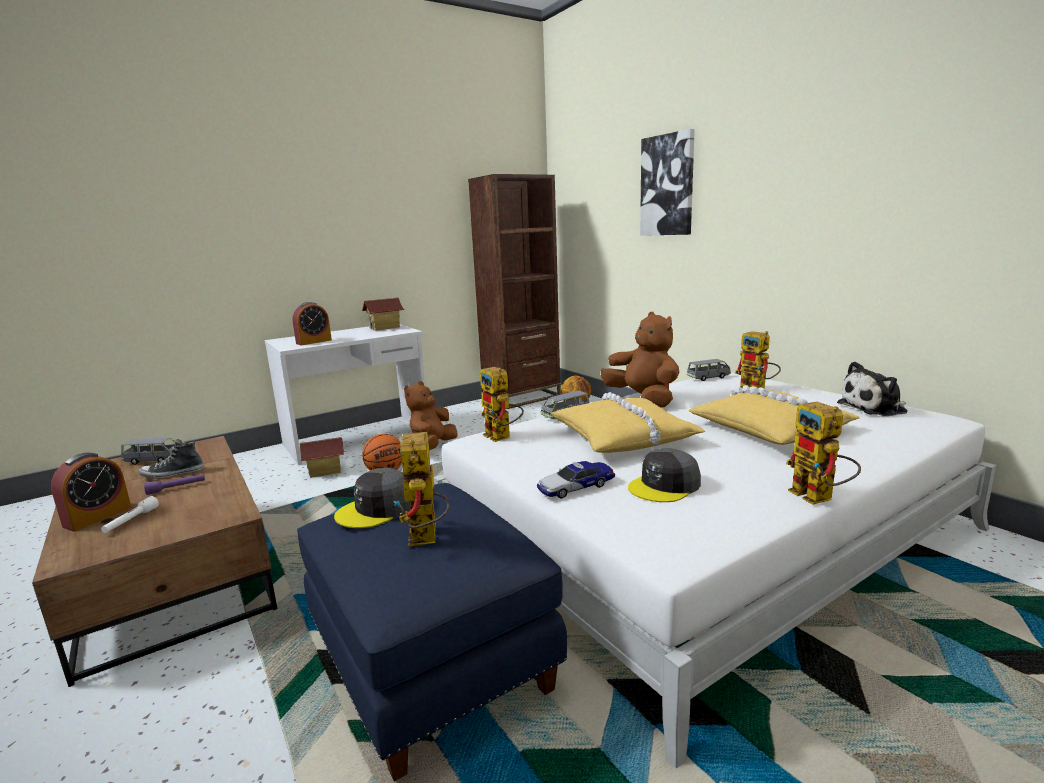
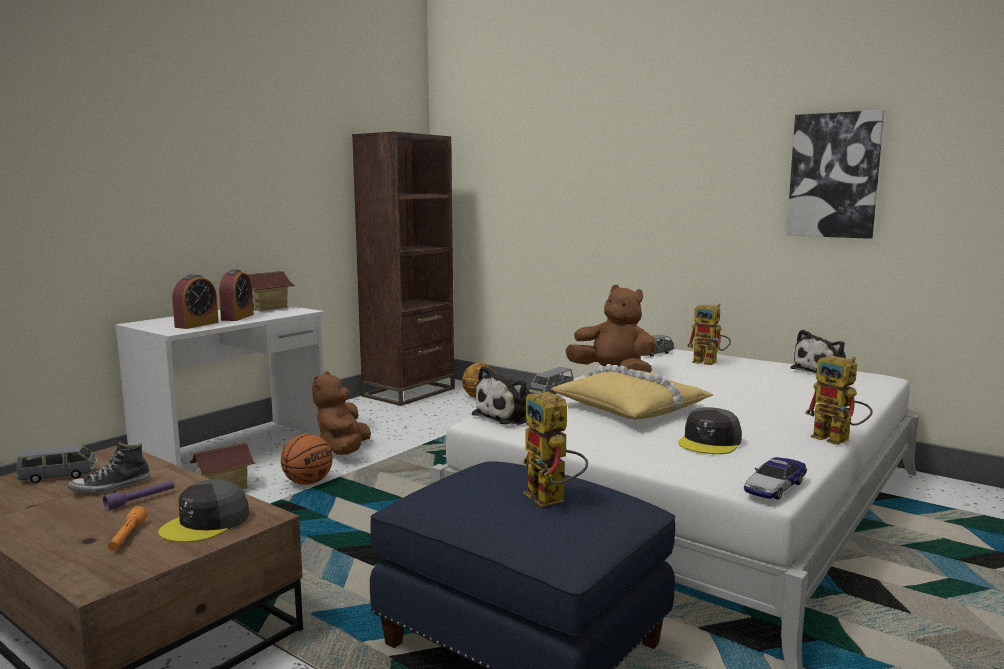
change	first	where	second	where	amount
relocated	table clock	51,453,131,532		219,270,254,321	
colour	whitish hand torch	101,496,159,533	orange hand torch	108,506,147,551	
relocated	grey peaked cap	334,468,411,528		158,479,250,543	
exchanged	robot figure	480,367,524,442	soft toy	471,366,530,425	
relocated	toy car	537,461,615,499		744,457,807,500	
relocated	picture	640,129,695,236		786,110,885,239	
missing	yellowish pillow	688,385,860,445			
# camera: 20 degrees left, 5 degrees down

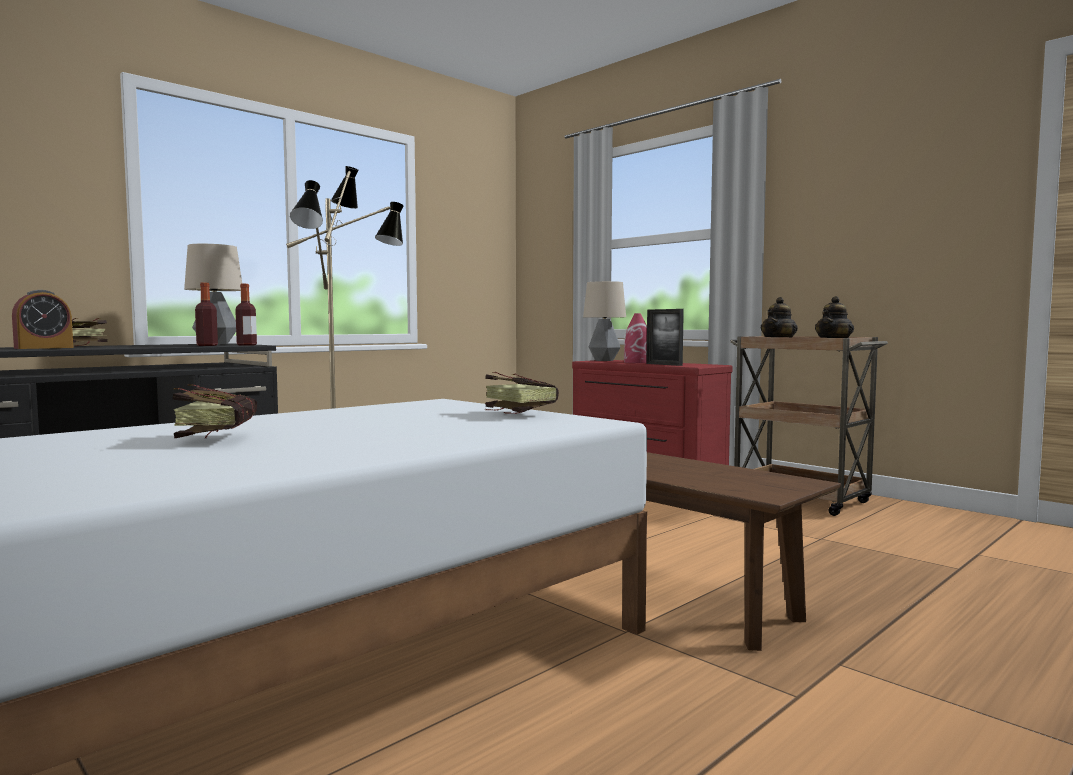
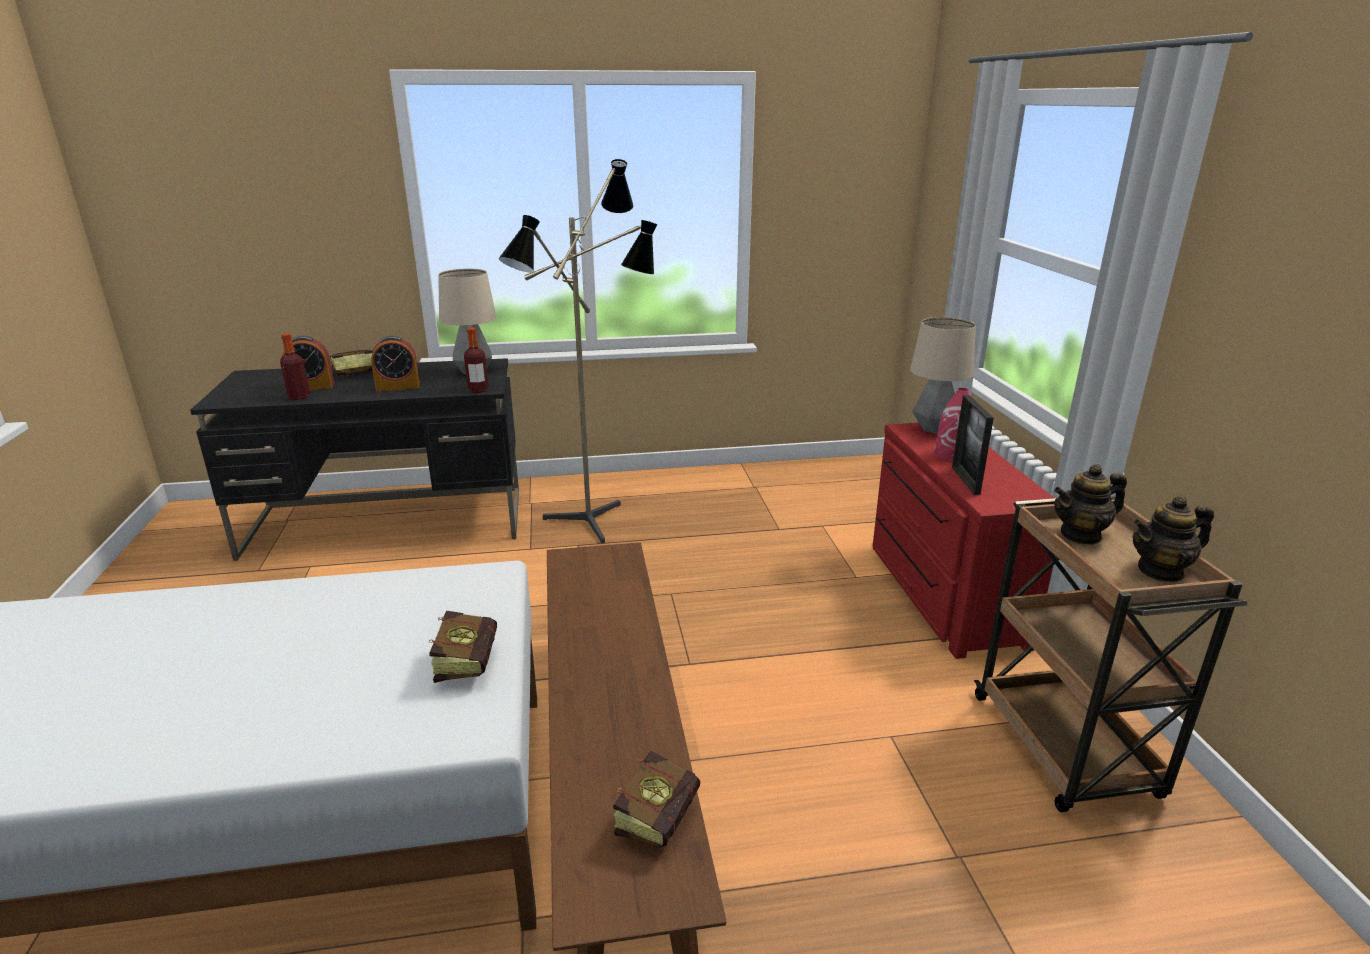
change	first	where	second	where	amount
relocated	book	172,384,257,439		613,751,700,848	
relocated	bottle	195,283,218,346		280,333,310,400	
appeared			table clock	371,336,420,391	
# camera: 35 degrees right, 20 degrees up

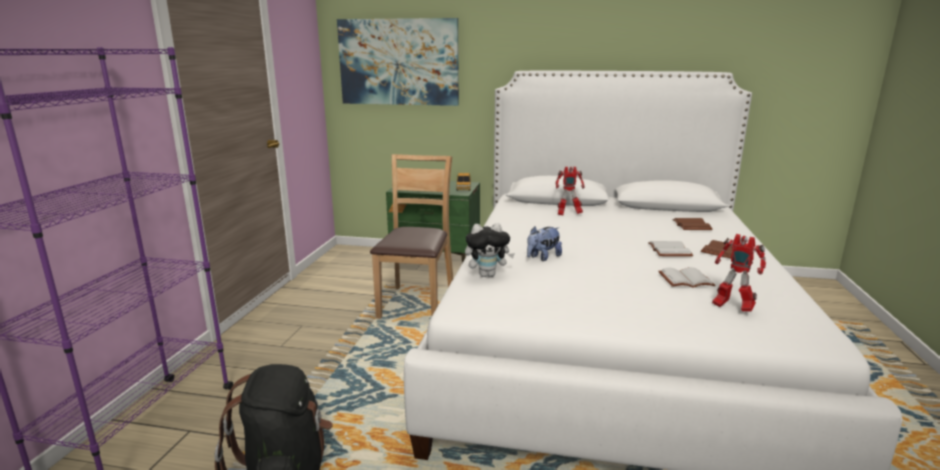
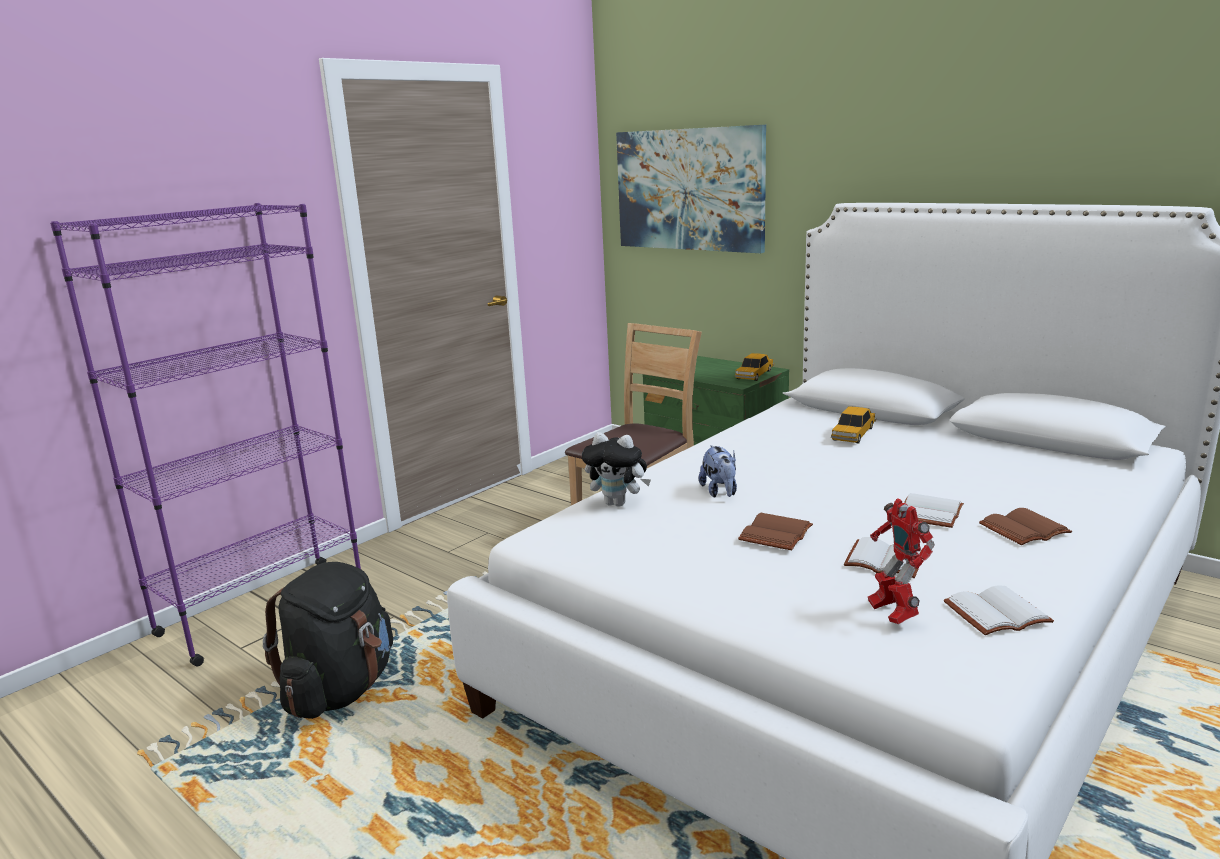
change	first	where	second	where	amount
spun	soft toy	527,226,562,261		699,445,737,498	90 degrees counterclockwise
exchanged	robot figure	556,167,585,215	toy car	831,406,876,444	
relocated	brown book	672,218,713,230		738,513,813,550	
appeared			whitish book	944,585,1054,635	
# camera: 30 degrees right, 0 degrees up

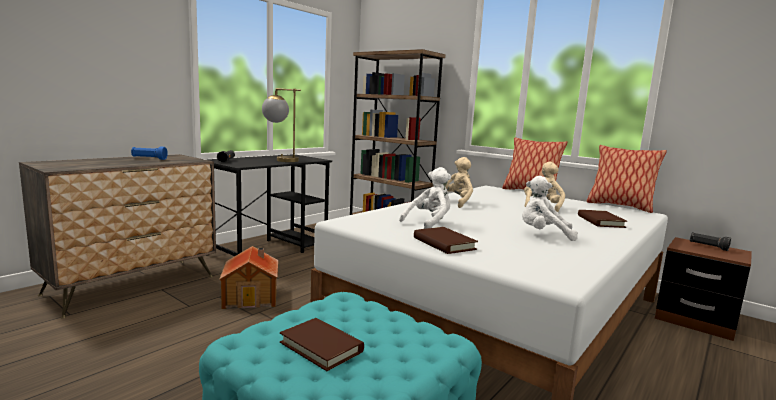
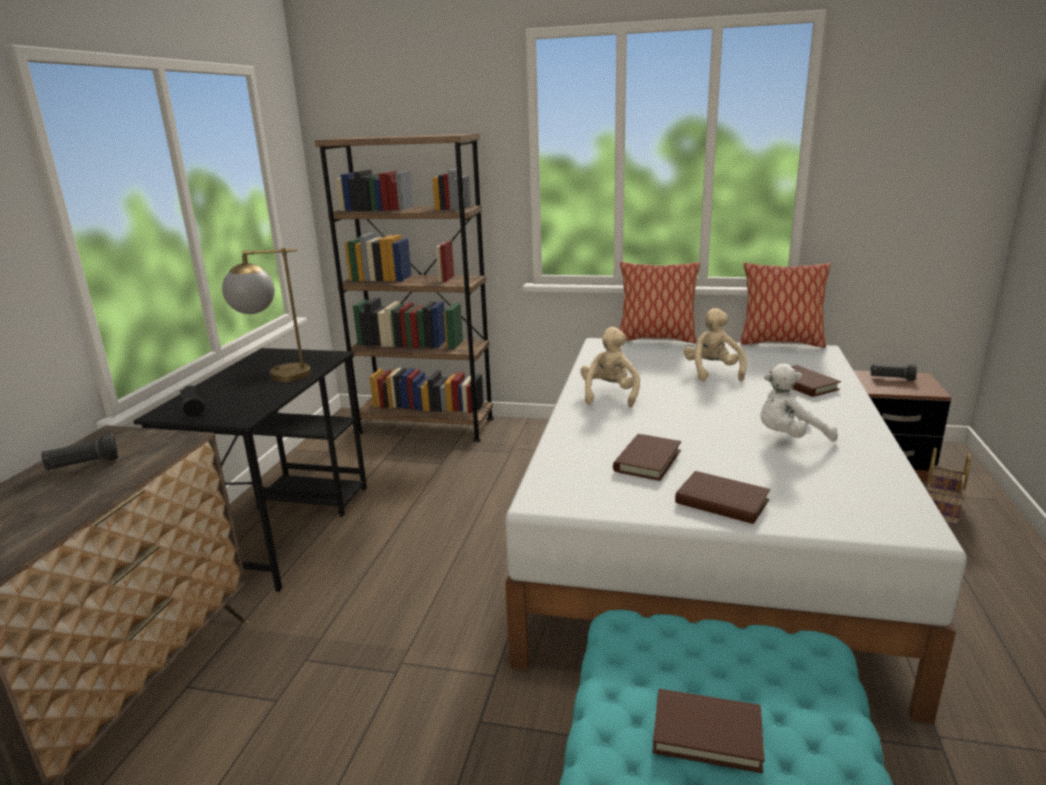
change	first	where	second	where	amount
colour	bluish hand torch	131,147,168,160	black hand torch	42,434,118,470	
missing	toy house	220,246,278,309			
exchanged	whitish soft toy	399,167,451,229	brown book	613,434,681,481	
appeared			storage basket	926,448,971,525	
# camera: 25 degrees left, 10 degrees up

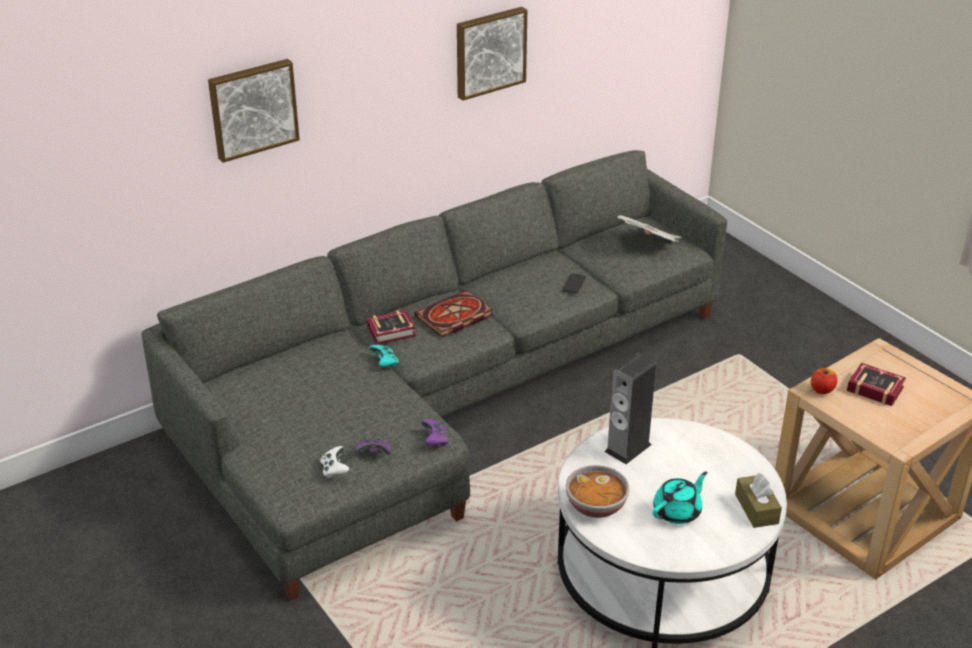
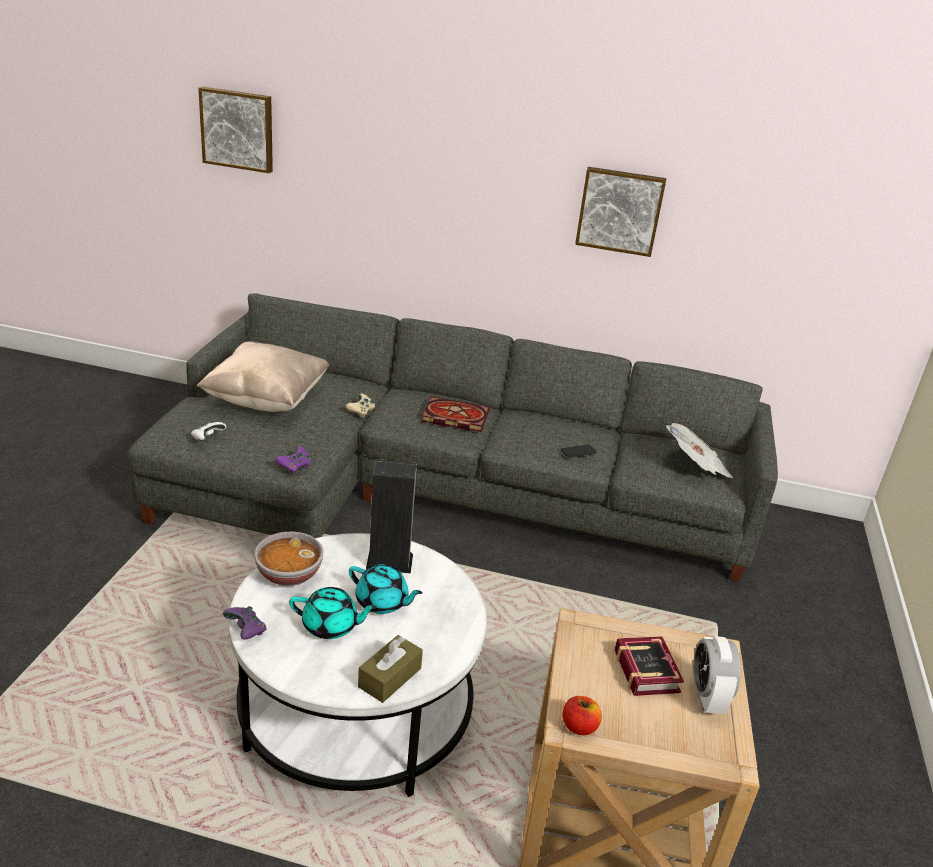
change	first	where	second	where	amount
relocated	picture	208,59,300,163		198,87,273,173	
relocated	purplish joypad	355,437,392,454		223,606,267,640	
missing	book	367,310,417,344			
colour	turquoise-coloured joypad	369,345,399,367	sand-coloured joypad	346,393,375,417	
relocated	whole apple	811,368,837,394		563,696,602,735	
appeared			sand-coloured pillow	196,342,330,412	
appeared			turquoise-coloured tea pot	349,564,423,614	
appeared			table clock	693,636,741,714	
# camera: 45 degrees right, 5 degrees down

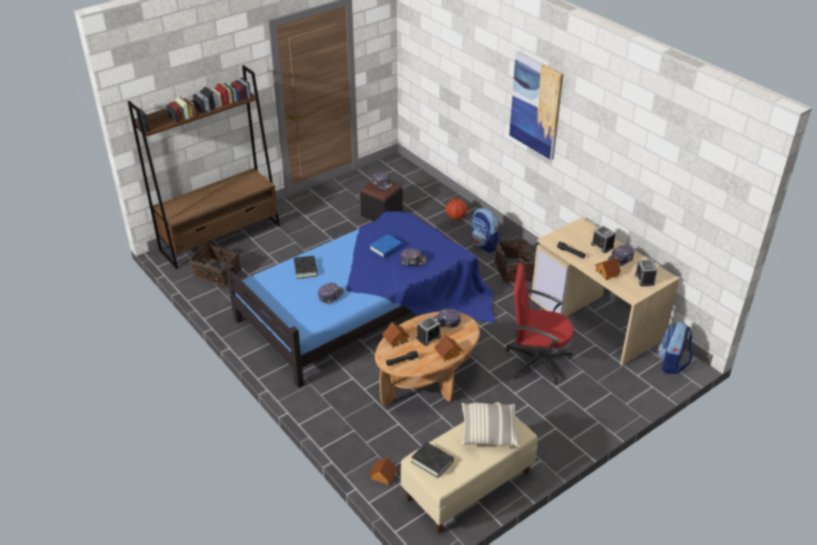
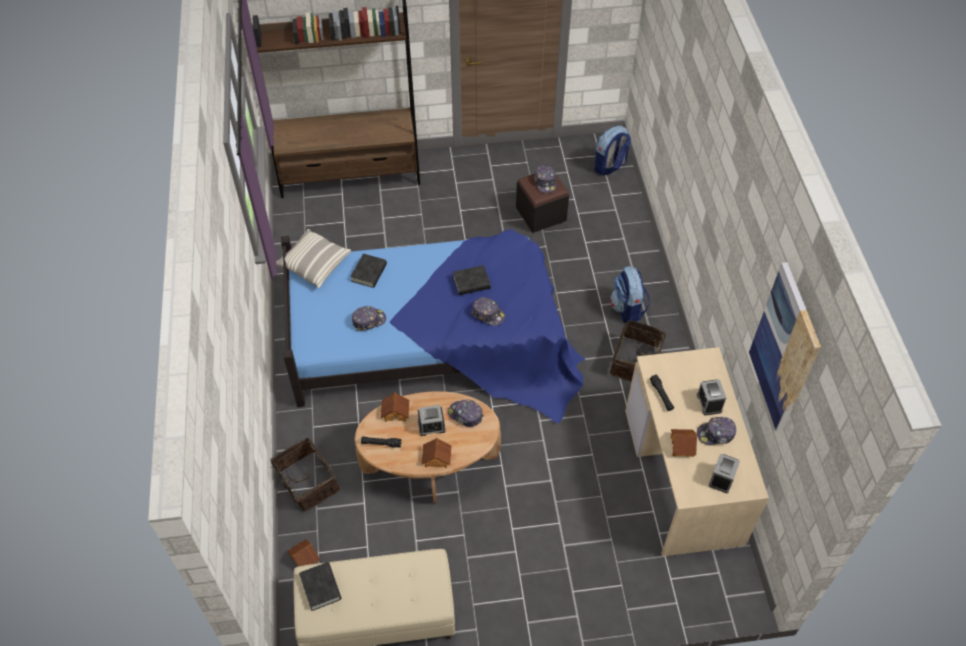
change	first	where	second	where	amount
relocated	storage basket	189,243,242,286		271,438,340,512	
colour	bluish book	370,234,402,258	black book	453,265,491,295	
missing	basketball	446,198,467,220			
relocated	pillow	461,403,520,447		276,229,351,288	
missing	reddish office chair	506,263,574,384			
relocated	picture	509,51,564,160		749,262,821,432	
relocated	backpack	657,322,693,374		595,126,631,176	
# camera: 30 degrees right, 15 degrees up

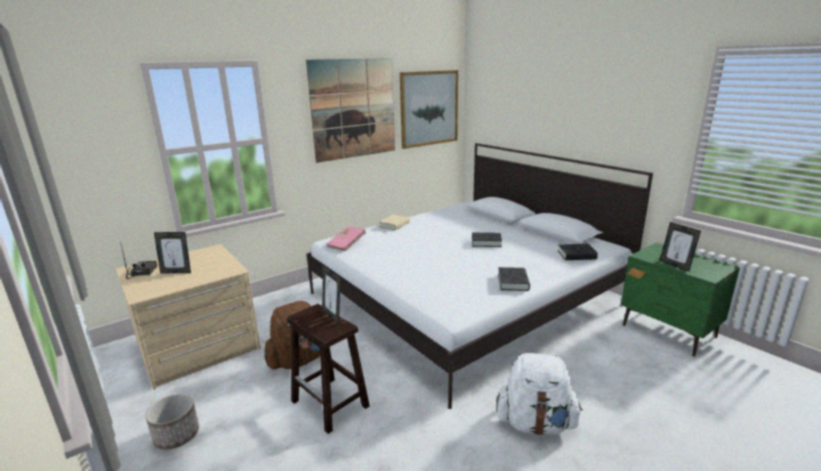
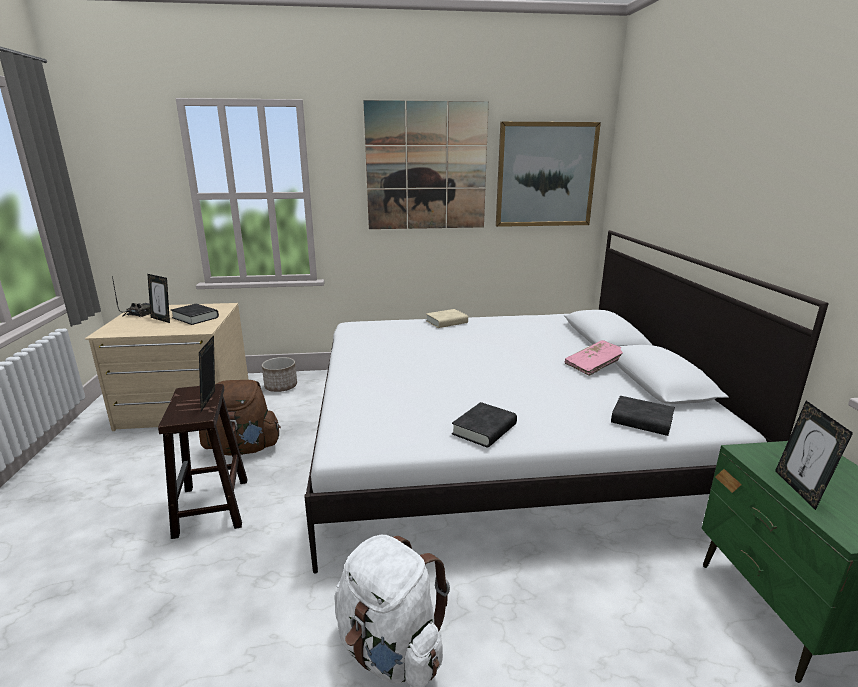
change	first	where	second	where	amount
relocated	plant pot	145,394,199,450		262,357,297,392	
relocated	pinkish book	327,226,366,251		564,340,623,376	
relocated	black book	472,233,502,247		171,304,219,325	
# camera: 30 degrees right, 0 degrees up

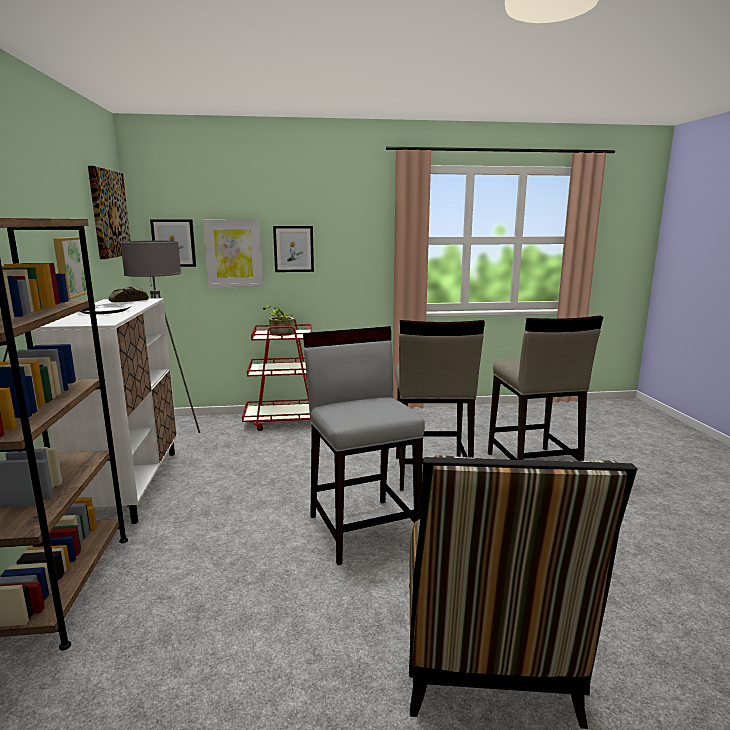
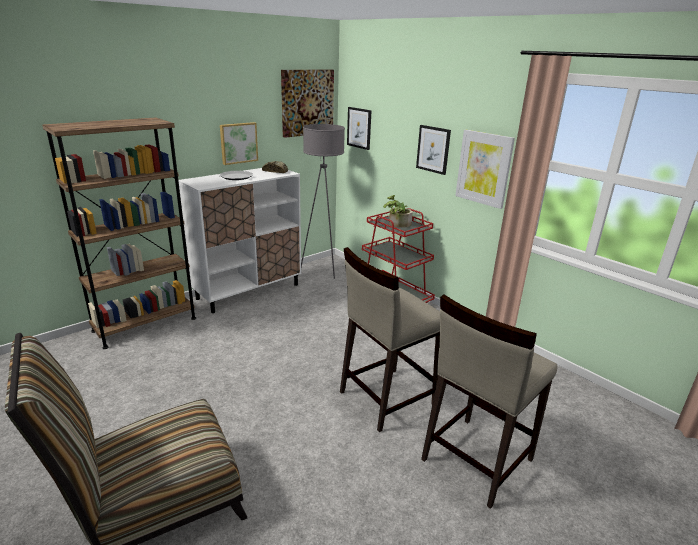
change	first	where	second	where	amount
relocated	picture	203,219,263,287		455,130,515,209	
missing	grey stool seat	303,326,425,565			
# camera: 55 degrees right, 10 degrees up

